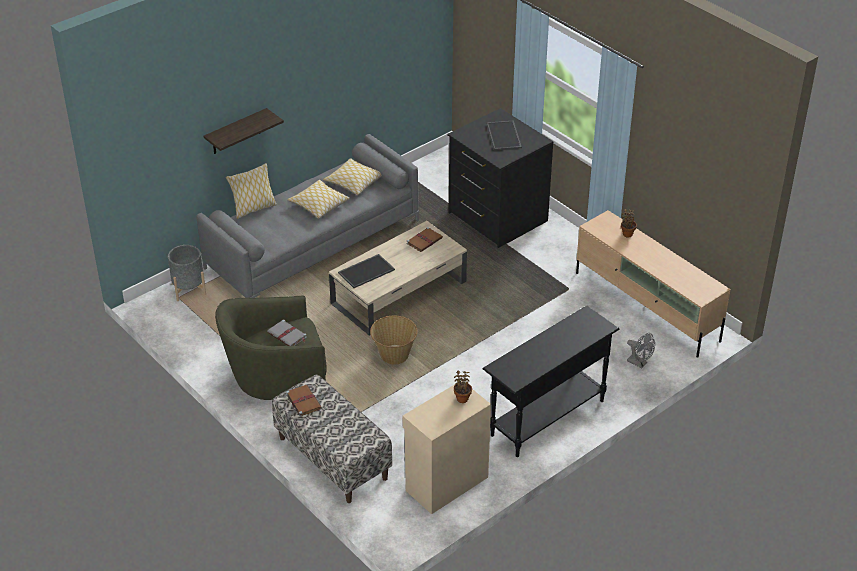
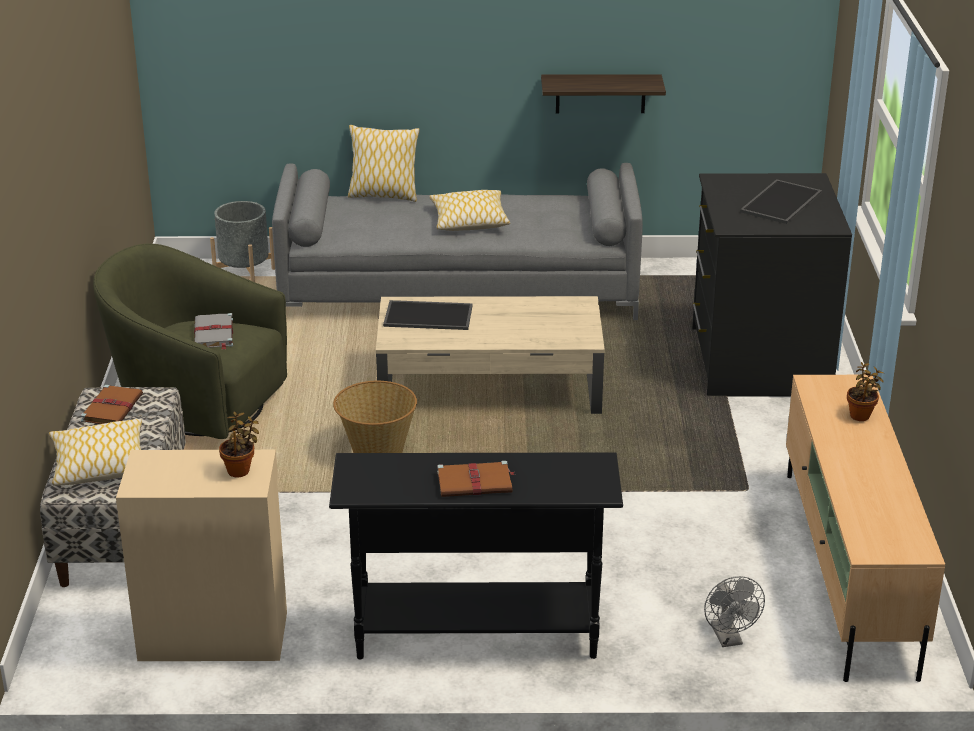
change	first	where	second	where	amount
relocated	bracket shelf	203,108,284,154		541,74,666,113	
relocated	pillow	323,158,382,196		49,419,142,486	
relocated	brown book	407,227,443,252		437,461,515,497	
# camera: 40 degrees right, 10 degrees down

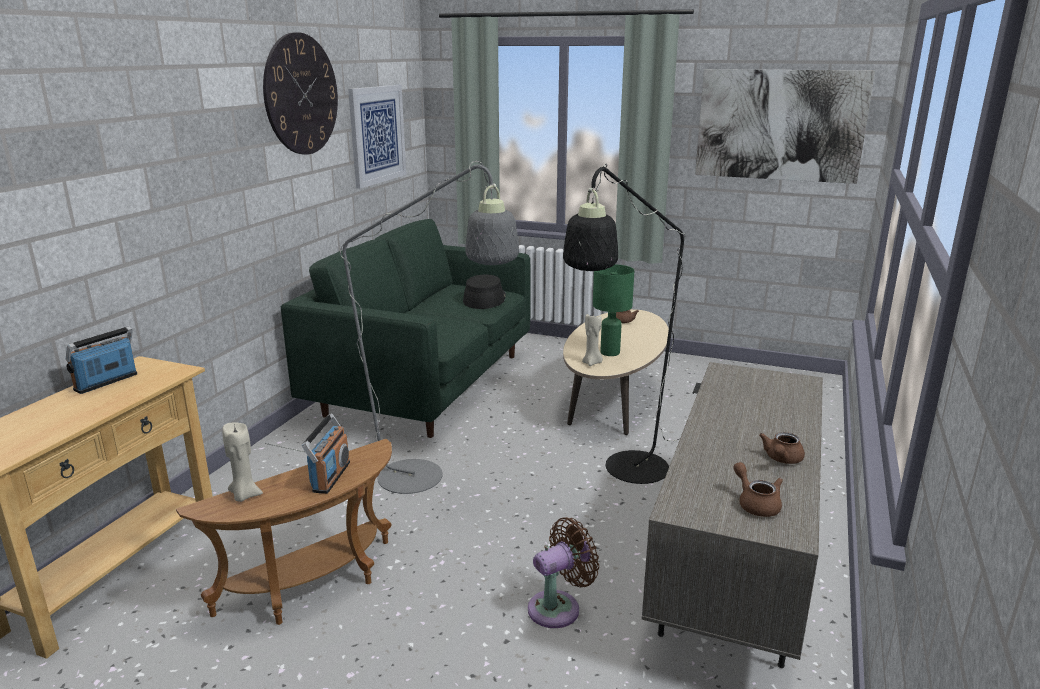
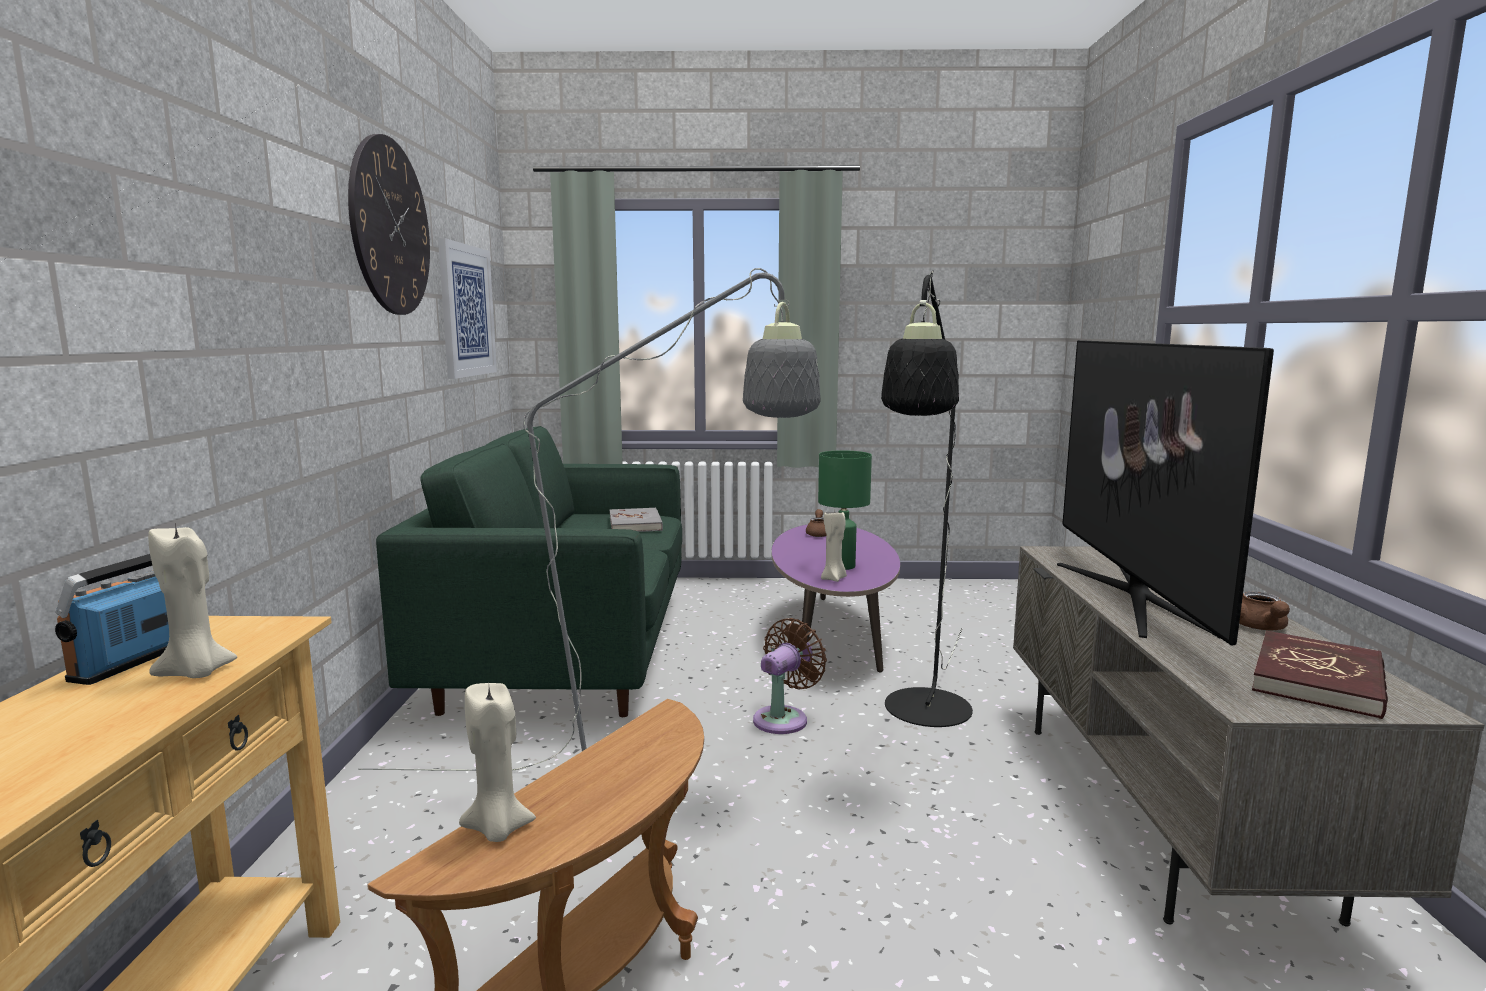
change	first	where	second	where	amount
missing	radio receiver	302,413,350,494			
exchanged	black clothing hat	463,274,506,309	grey book	610,507,663,532	
relocated	brown fan	528,517,599,628		753,618,827,734	
colour	sand-coloured coffee table	563,309,669,435	purplish coffee table	771,524,900,673	
missing	picture	695,69,875,184			
exchanged	brown tea pot	733,462,783,517	reddish book	1252,631,1388,719	
appeared			sand-coloured wax candle	148,523,237,678	
appeared			television	1057,340,1274,646	
# camera: 20 degrees left, 10 degrees down

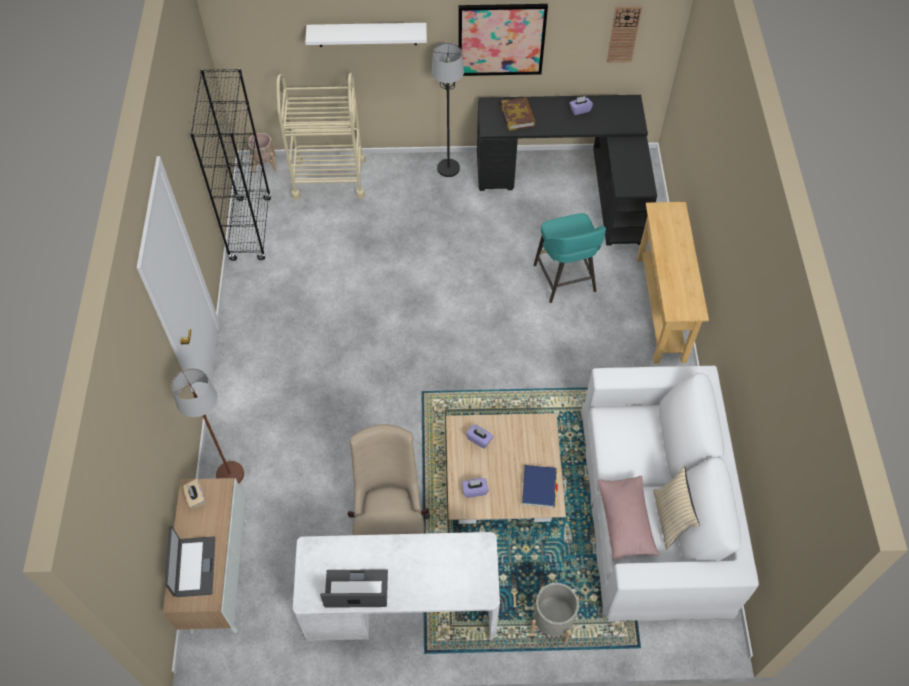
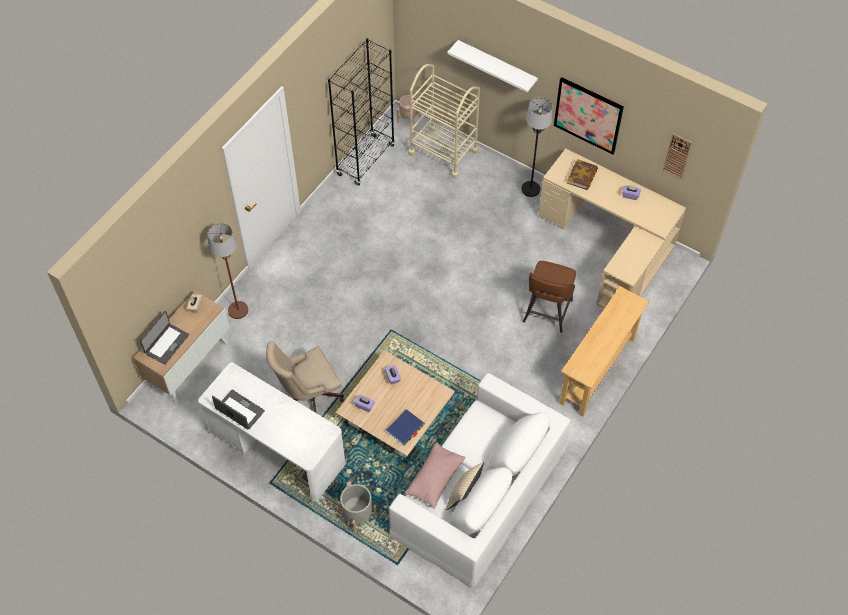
change	first	where	second	where	amount
spun	sand-coloured office chair	348,424,430,535		266,341,344,413	150 degrees counterclockwise
colour	black desk unit	477,95,657,245	sand-coloured desk unit	538,149,686,309	
colour	turquoise-coloured stool seat	534,213,606,303	brown stool seat	523,261,576,333	
# camera: 35 degrees right, 0 degrees up

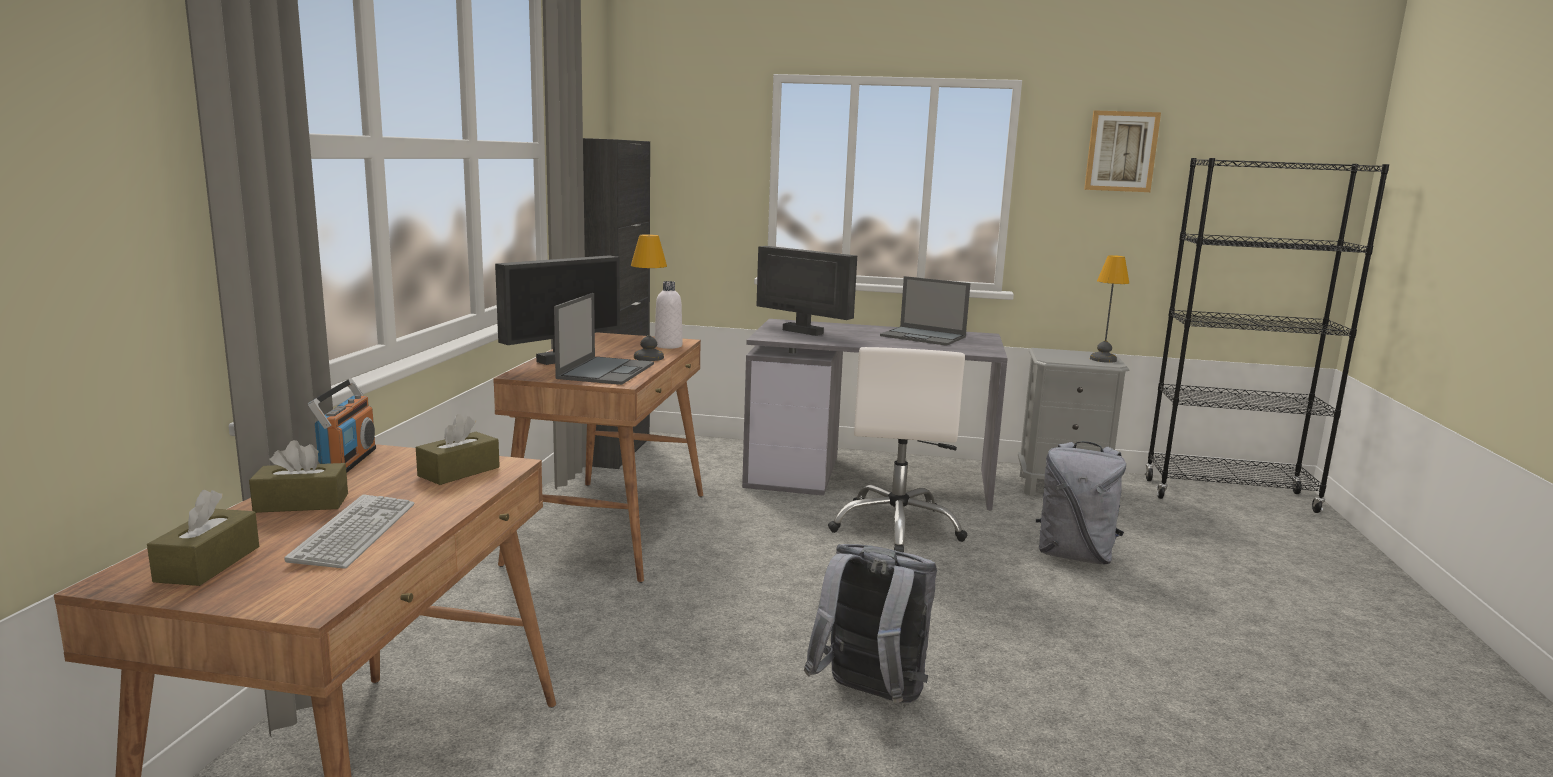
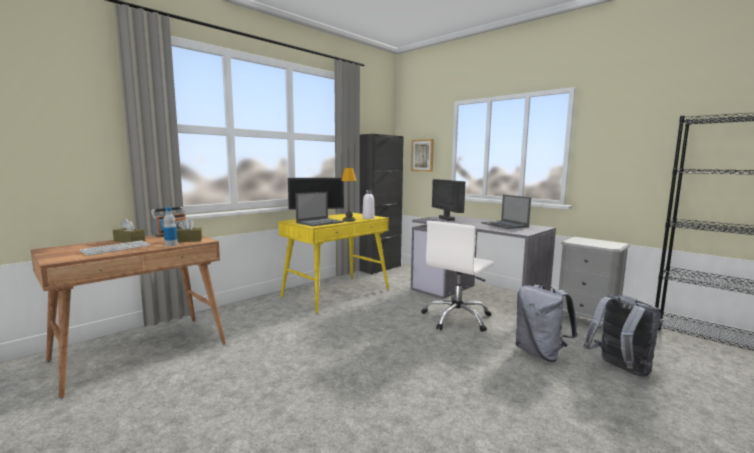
change	first	where	second	where	amount
missing	brown box of tissues	147,490,259,586			
colour	brown desk unit	493,332,703,583	yellowish desk unit	278,213,389,314	
relocated	grey backpack	804,544,937,703		584,295,661,377	
relocated	picture	1084,110,1161,192		411,139,434,172	
missing	tabletop lamp	1090,255,1129,363			
appeared			bottle	163,207,178,246	
# camera: 35 degrees right, 5 degrees down

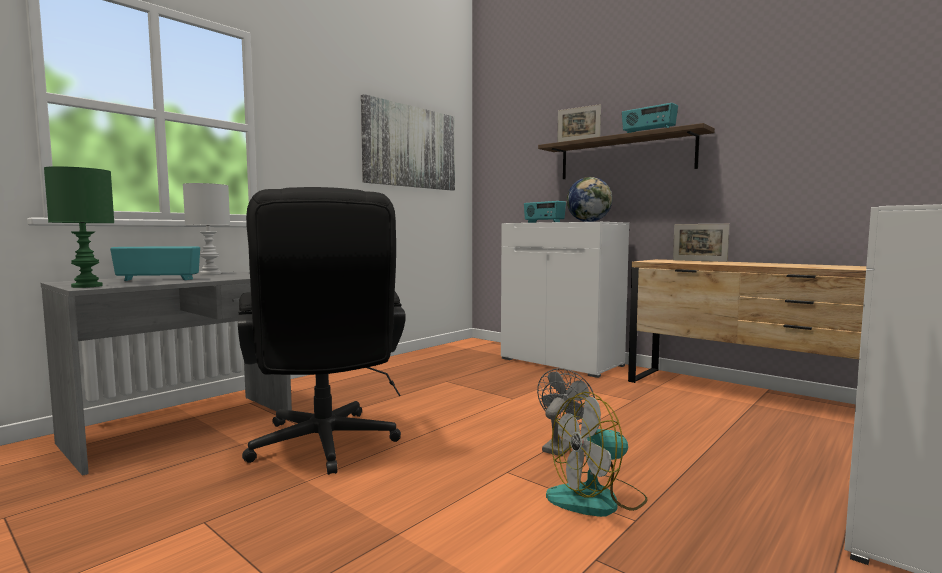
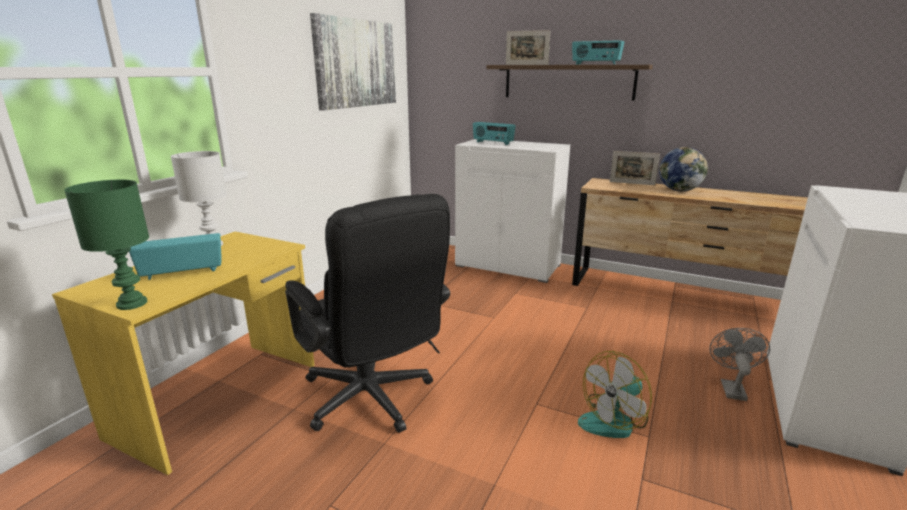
change	first	where	second	where	amount
colour	grey desk unit	41,271,292,476	yellowish desk unit	52,232,314,475	
relocated	grey fan	537,368,595,456		709,328,770,401	
relocated	world globe	567,177,613,222		659,147,708,191	
# camera: 15 degrees left, 15 degrees up

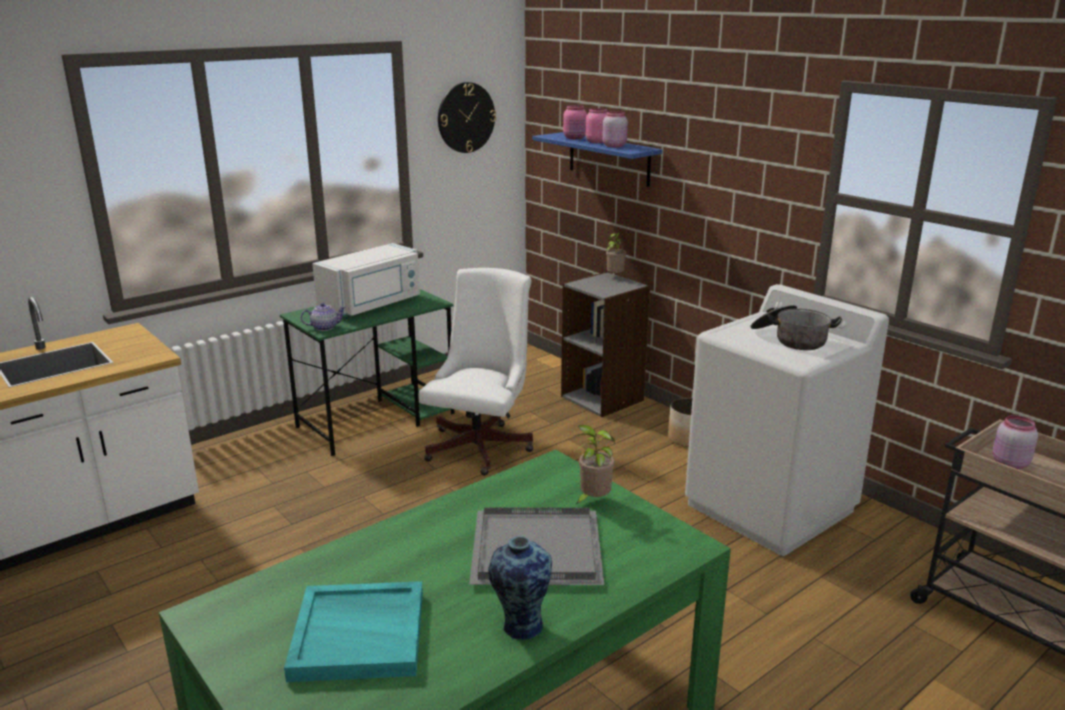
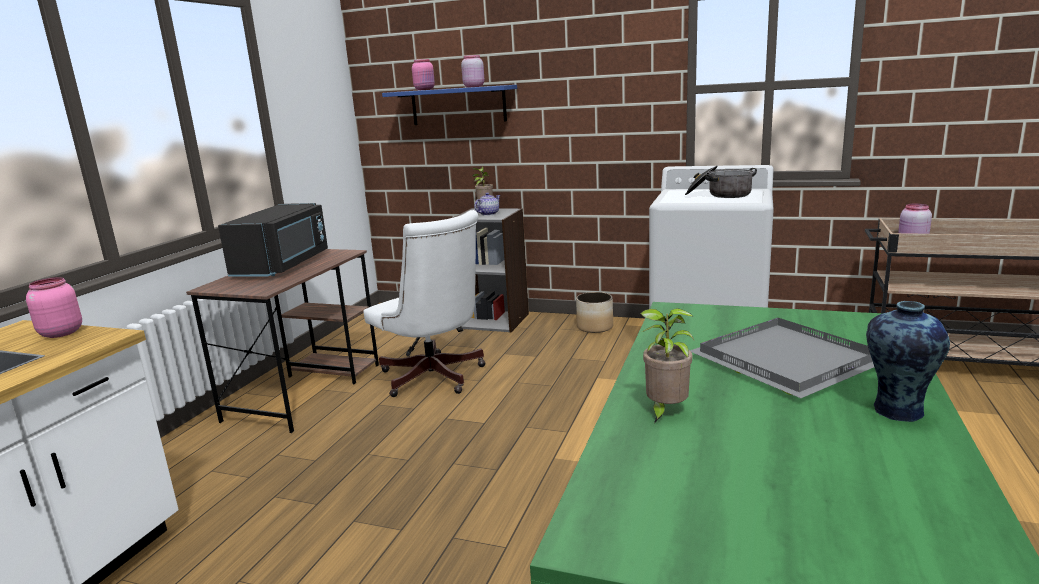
change	first	where	second	where	amount
colour	green desk unit	280,289,455,456	brown desk unit	186,249,379,433	
missing	turquoise-coloured tray	284,581,423,682			
relocated	tea pot	301,303,346,331		474,193,500,216	
colour	whitish microwave	312,243,420,316	black microwave	218,203,328,277	
spun	whitish office chair	419,268,533,475		363,210,486,397	150 degrees clockwise
missing	clock on the wall	438,82,496,153			
relocated	plant in a pot	573,425,615,505		640,308,694,423	
relocated	pinkish storage jar	586,108,607,143		26,277,82,338	
# camera: 30 degrees left, 5 degrees down

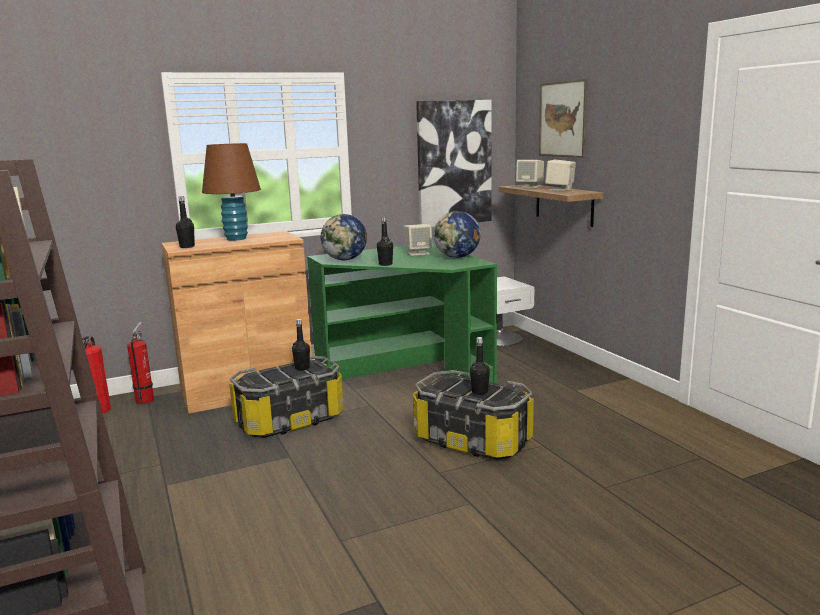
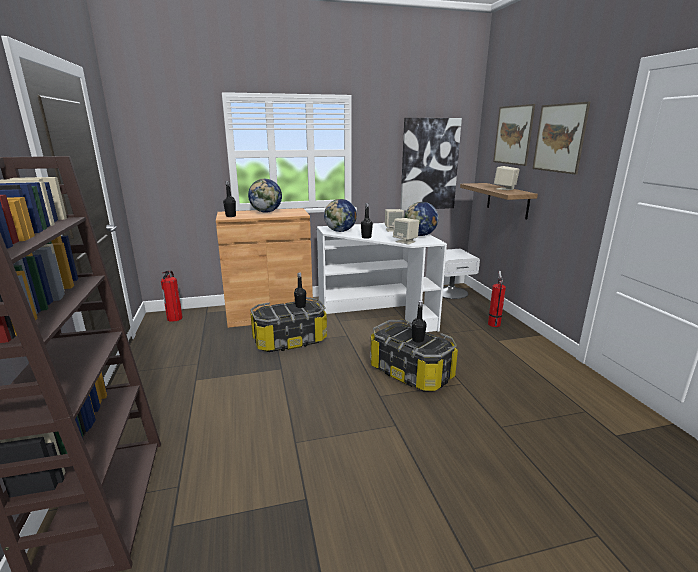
change	first	where	second	where	amount
relocated	fire extinguisher	127,322,154,404		488,271,506,327	
exchanged	brown tabletop lamp	202,143,261,241	world globe	248,179,282,213	
colour	green desk unit	307,243,497,383	whitish desk unit	317,223,447,332	
relocated	sand-coloured loudspeaker	516,160,544,188		393,218,419,245	
appeared			picture	532,102,590,175	
# camera: 10 degrees right, 5 degrees up

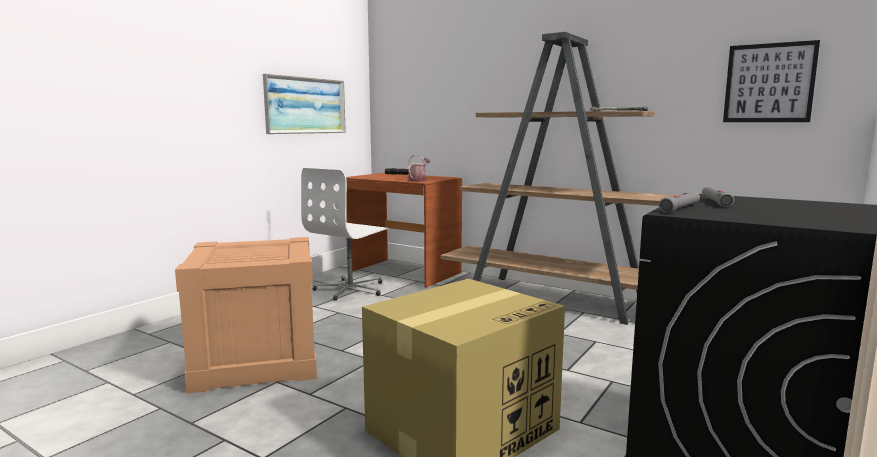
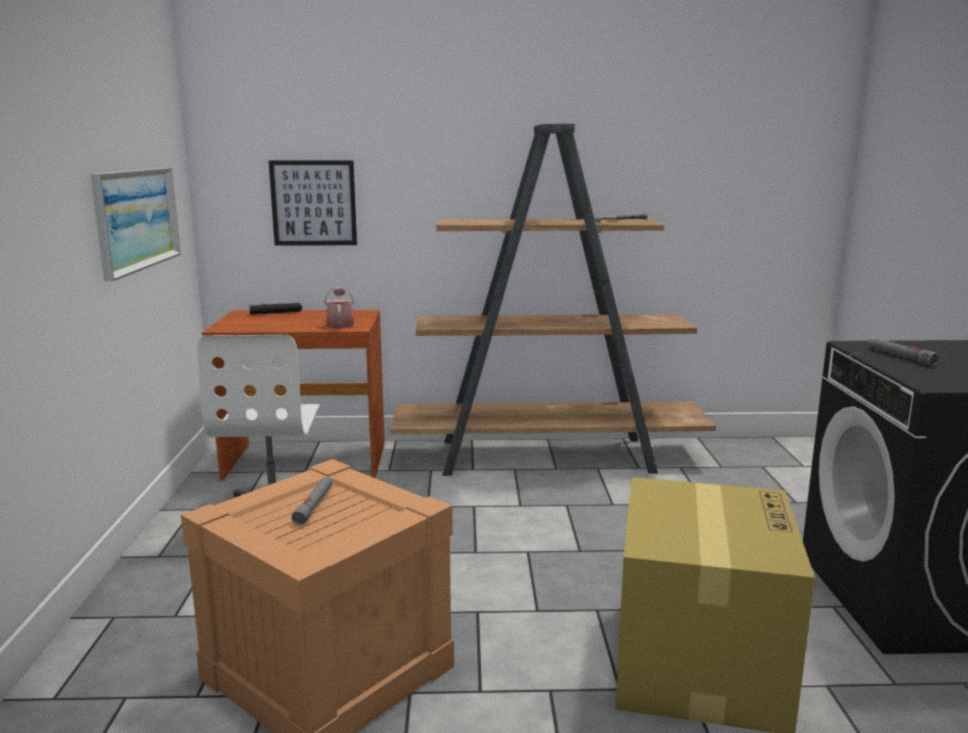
change	first	where	second	where	amount
relocated	grey hand torch	659,192,700,213		291,477,332,525	
relocated	picture	723,40,820,122		269,160,357,246	
# camera: 35 degrees left, 5 degrees up

